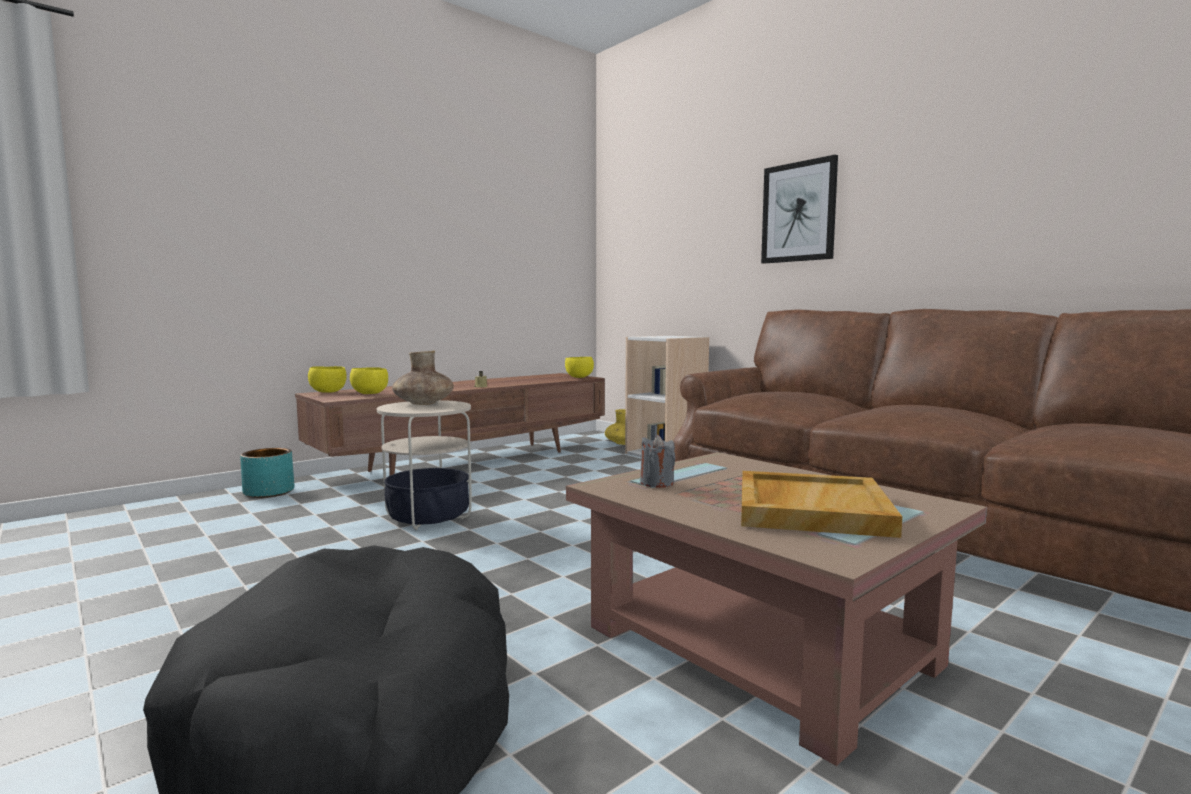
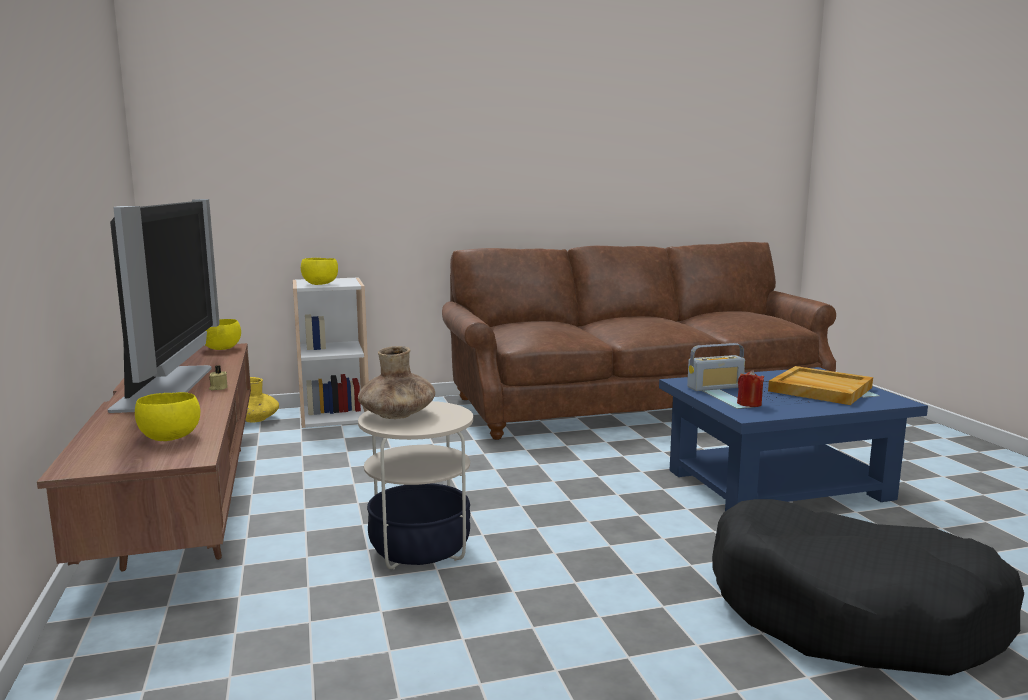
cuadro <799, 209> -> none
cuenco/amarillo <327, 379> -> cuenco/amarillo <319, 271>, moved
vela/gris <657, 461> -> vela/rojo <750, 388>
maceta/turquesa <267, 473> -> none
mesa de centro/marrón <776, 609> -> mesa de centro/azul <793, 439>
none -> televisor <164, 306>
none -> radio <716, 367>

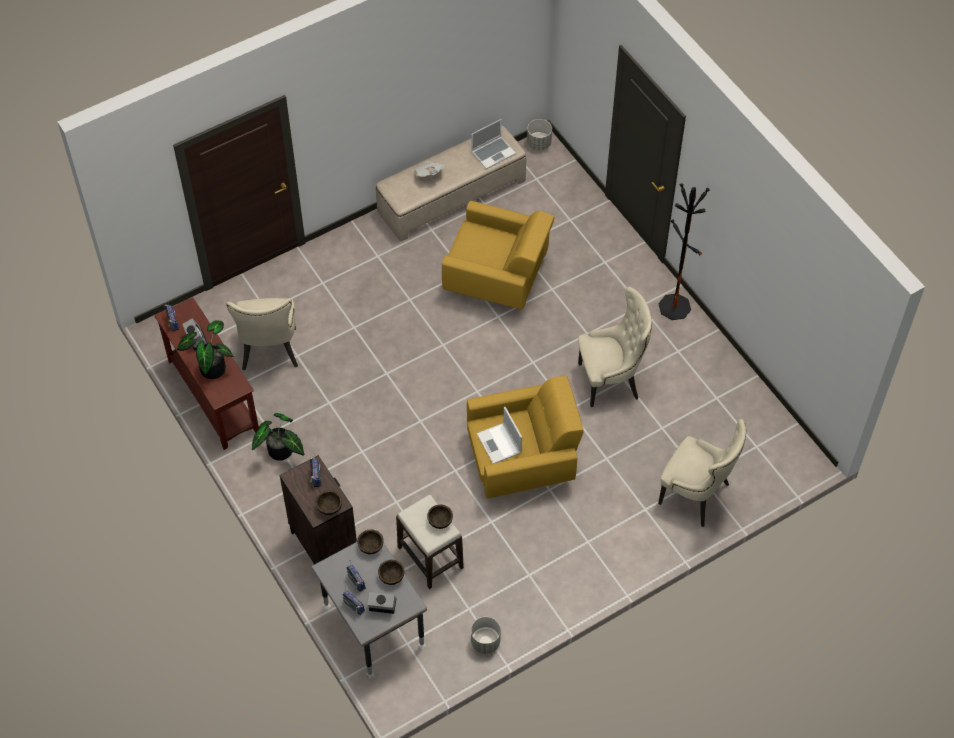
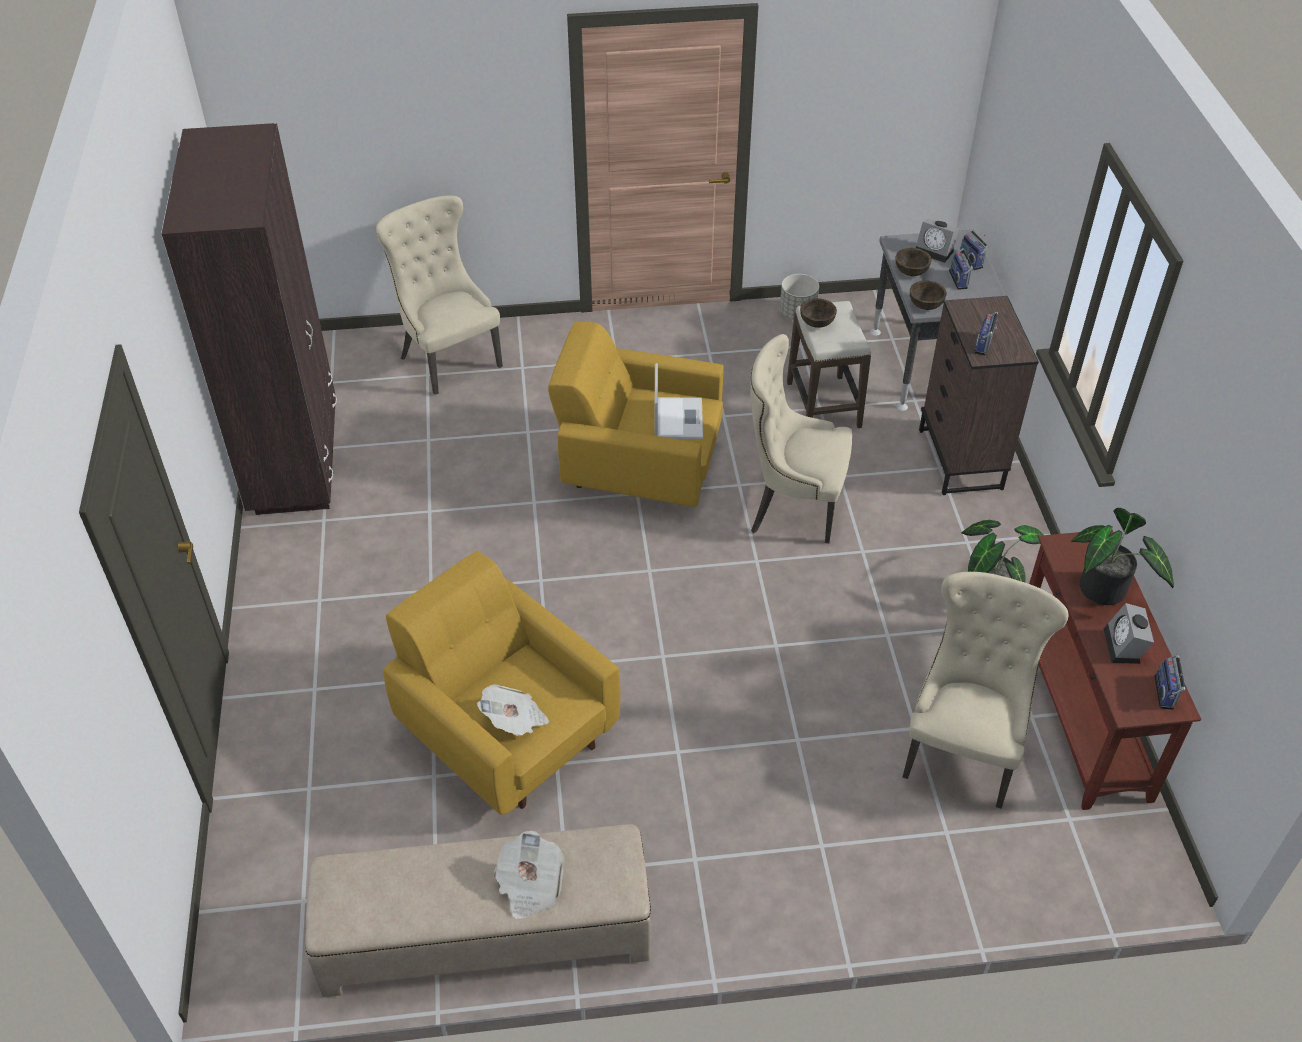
portátil <494, 144> -> none
maceta/gris <539, 135> -> none
perchero/negro <684, 251> -> none
silla/beis <615, 347> -> silla/beis <801, 439>, moved
cuenco/marrón <329, 502> -> none
none -> armario ropero/marrón <249, 319>
none -> periódico <513, 710>

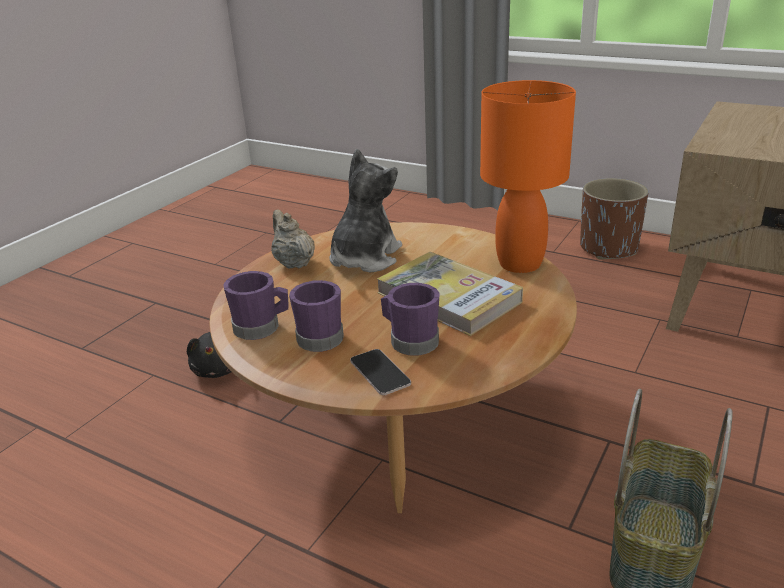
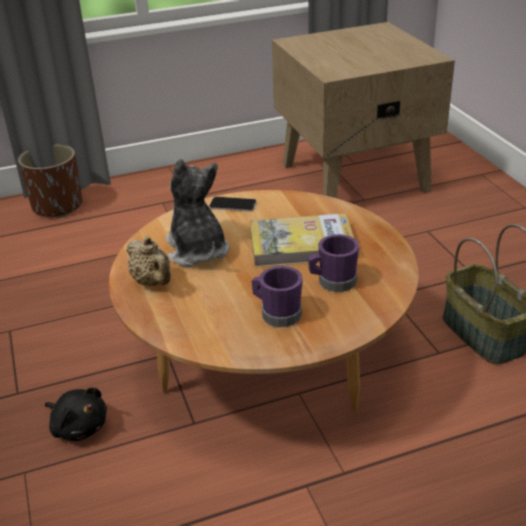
lámpara de mesa/naranja <528, 176> -> none
maceta/marrón <614, 218> -> maceta/marrón <50, 181>, moved
tetera/beis <293, 239> -> tetera/beis <149, 261>, 135 degrees counterclockwise
taza grande/morado <256, 305> -> none
móvil <380, 372> -> móvil <233, 204>, moved

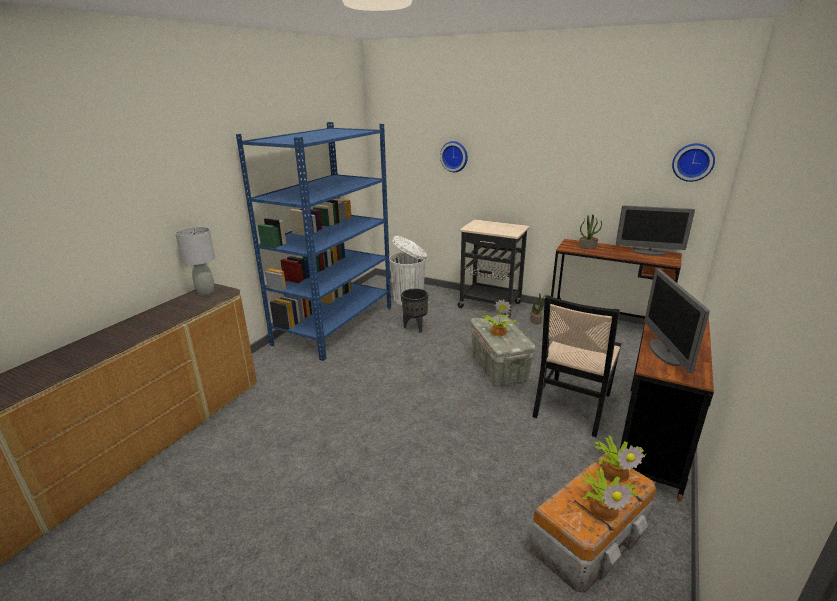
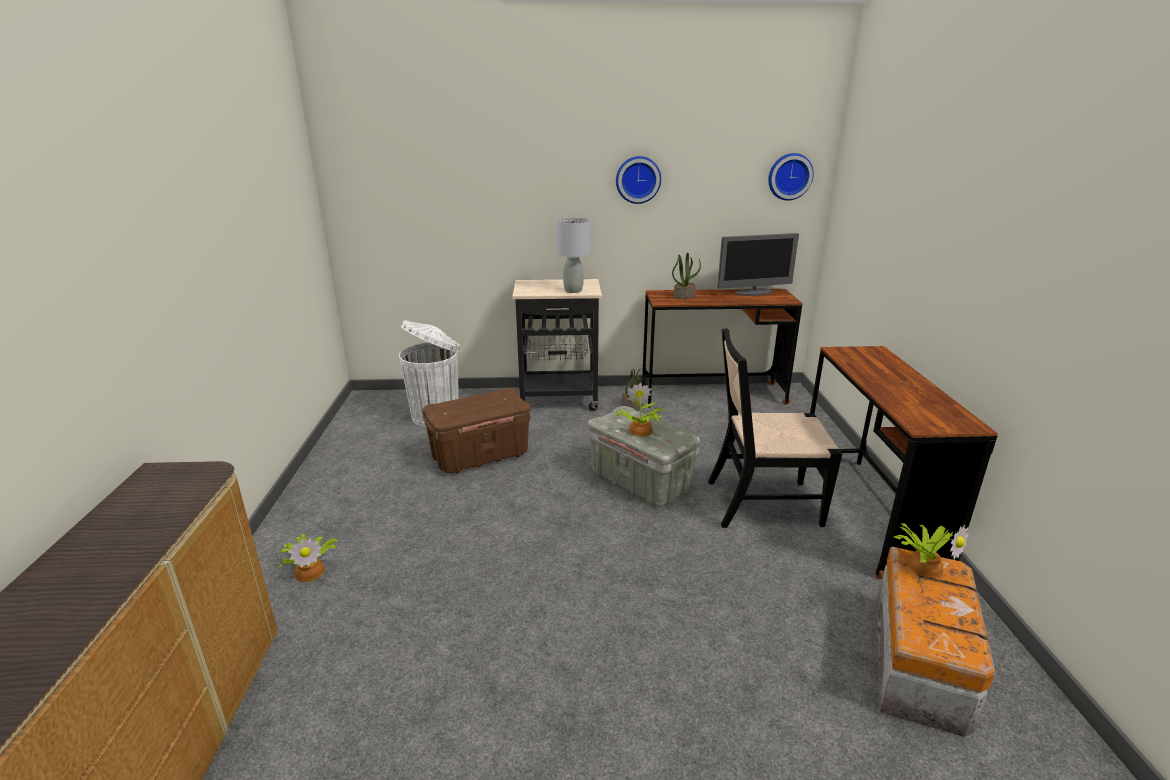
estantería/azul <313, 241> -> none
reloj de pared <454, 156> -> reloj de pared <638, 180>, moved
lámpara de mesa/gris <195, 261> -> lámpara de mesa/gris <573, 255>, moved
monitor <677, 320> -> none
maceta/negro <414, 310> -> caja de almacenaje/marrón <477, 430>
silla <577, 366> -> silla <775, 428>, 90 degrees clockwise
planta en maceta <610, 494> -> planta en maceta <308, 558>, moved

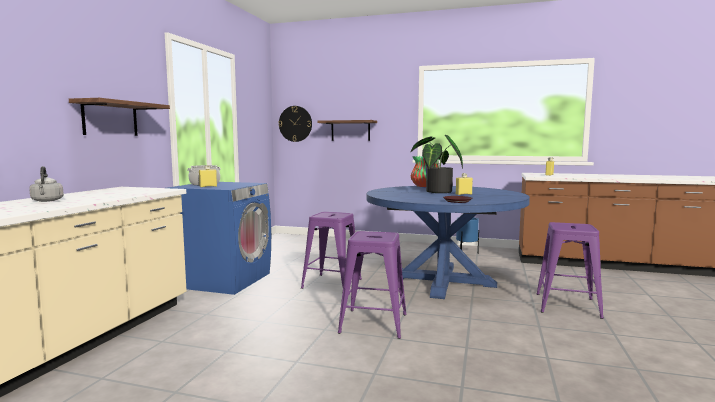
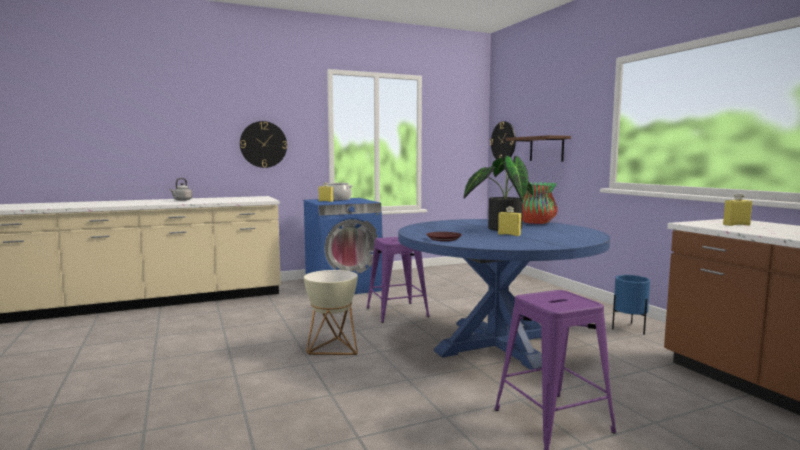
estante <119, 117> -> reloj de pared <263, 144>
taburete/morado <372, 285> -> maceta <331, 312>

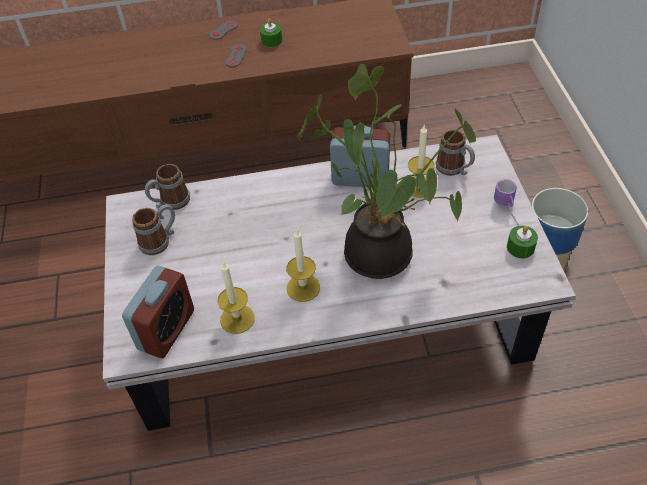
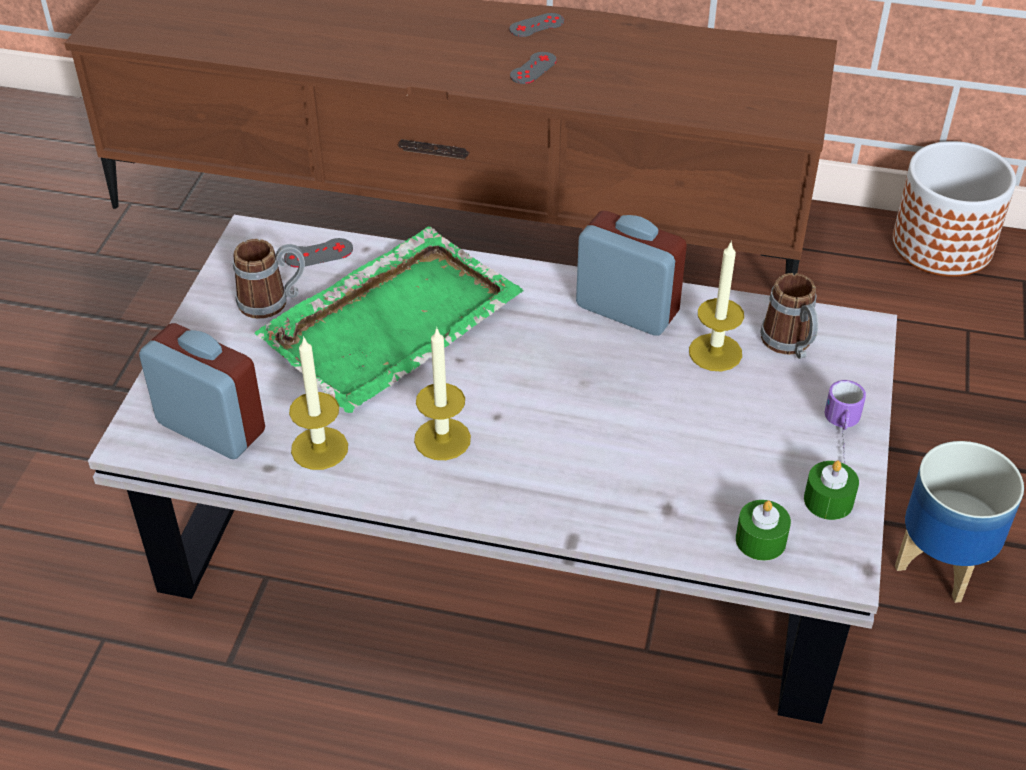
vela/verde <271, 33> -> vela/verde <763, 530>, moved
planta en maceta <386, 171> -> none
taza grande <167, 187> -> mando de consola/gris <318, 253>
despertador <158, 312> -> despertador <202, 391>, 105 degrees counterclockwise
none -> maceta <954, 209>
none -> bandeja/verde <389, 320>

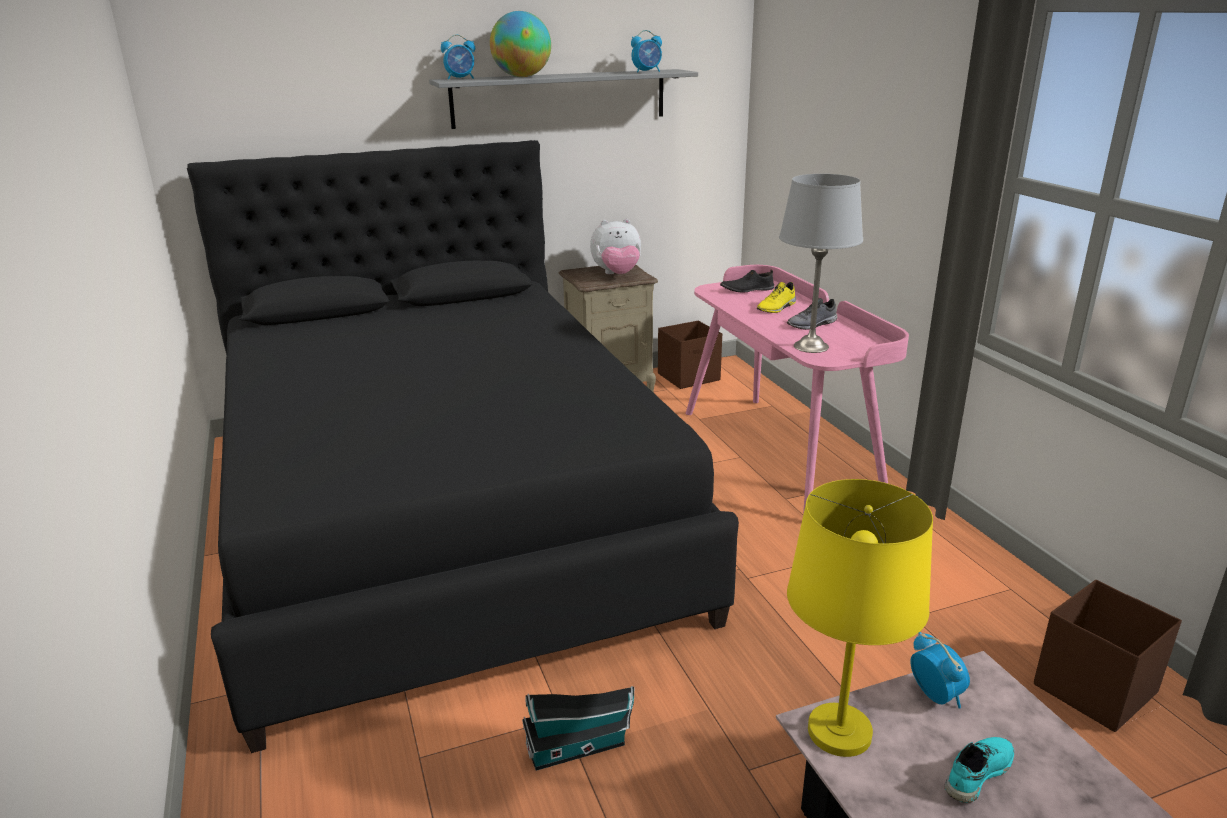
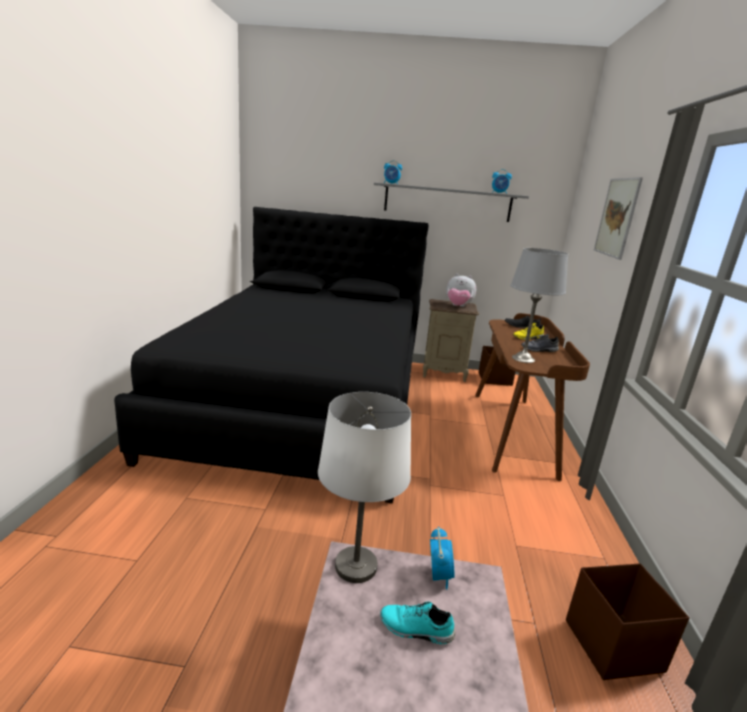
globo terráqueo <520, 44> -> none
escritorio/rosa <797, 389> -> escritorio/marrón <532, 397>
lámpara de mesa/amarillo <860, 618> -> lámpara de mesa/blanco <364, 487>
casita <578, 728> -> none
zapato/turquesa <979, 770> -> zapato/turquesa <417, 622>, 150 degrees counterclockwise
none -> cuadro <618, 218>

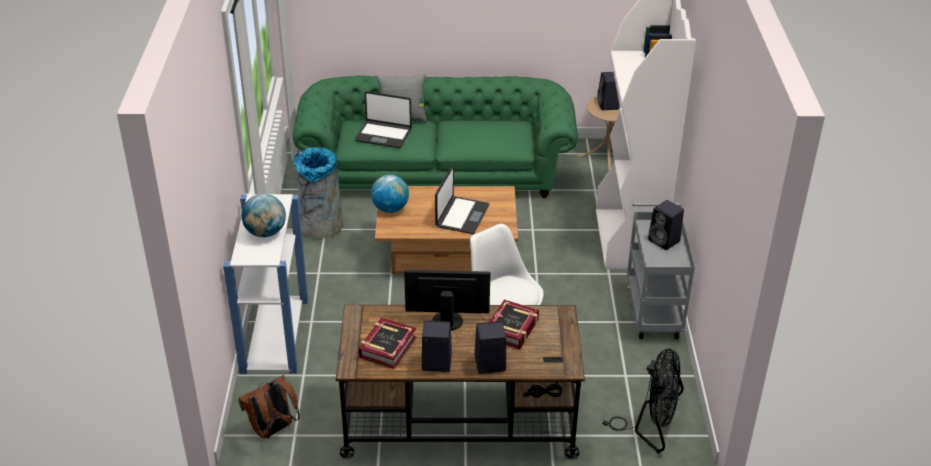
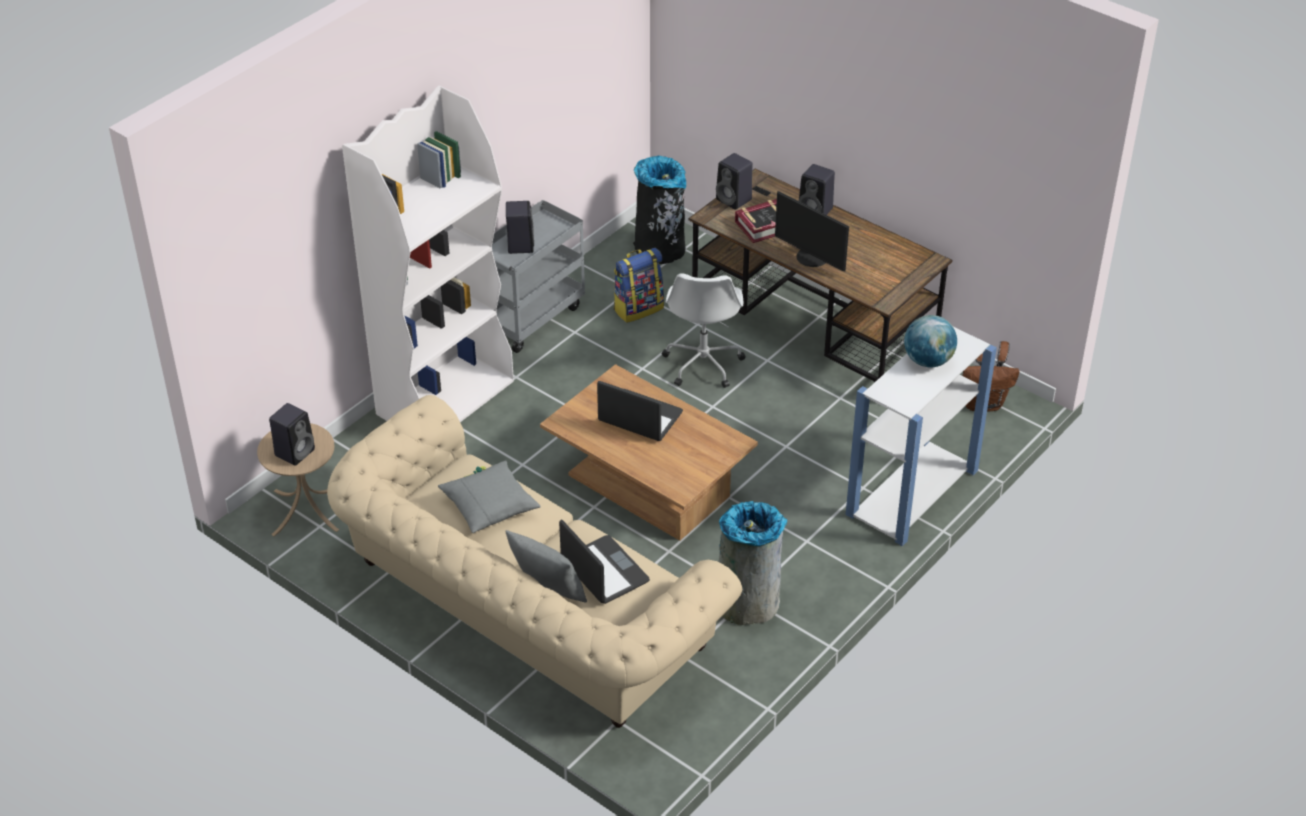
sofá/verde <435, 137> -> sofá/beis <534, 561>
portátil <462, 200> -> portátil <640, 411>, 60 degrees clockwise
globo terráqueo <390, 194> -> none
libro <387, 343> -> none
altavoz/negro <437, 346> -> altavoz/negro <734, 181>, moved
ventilador/negro <642, 401> -> papelera/negro <659, 210>
none -> mochila <639, 285>
none -> cojín/gris <489, 497>

